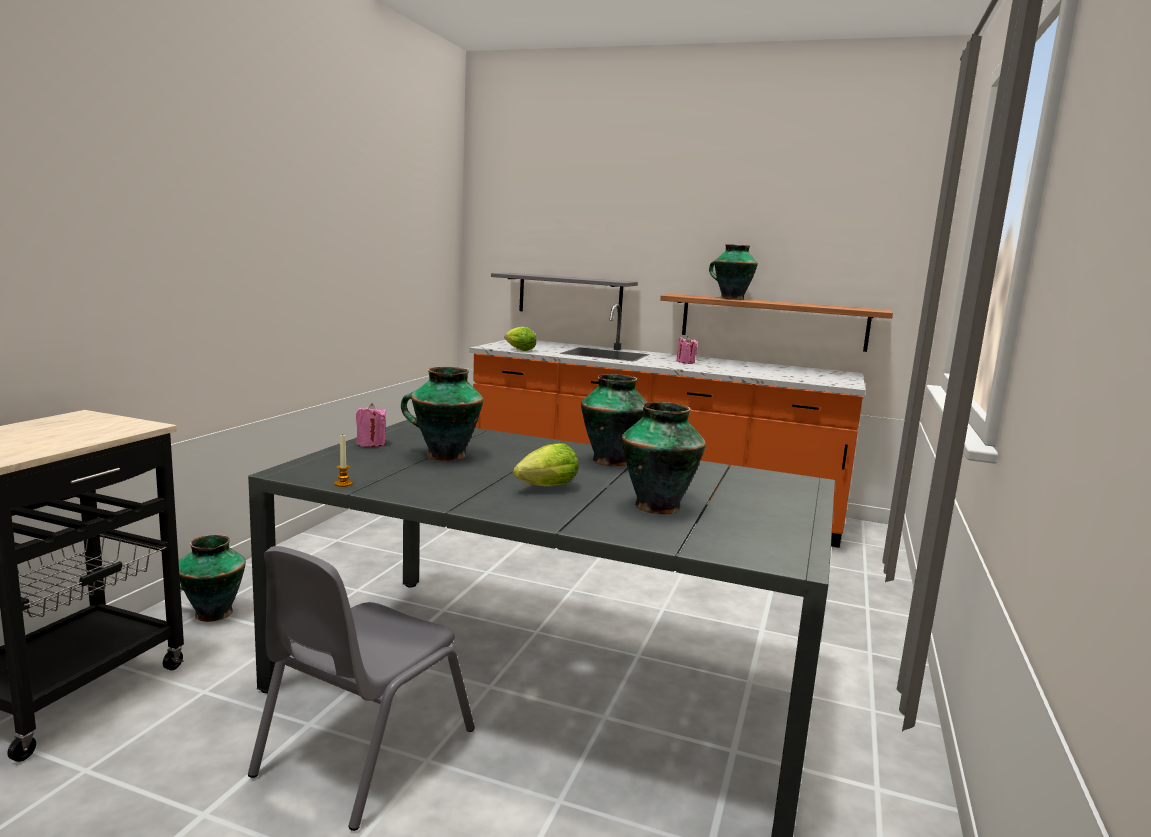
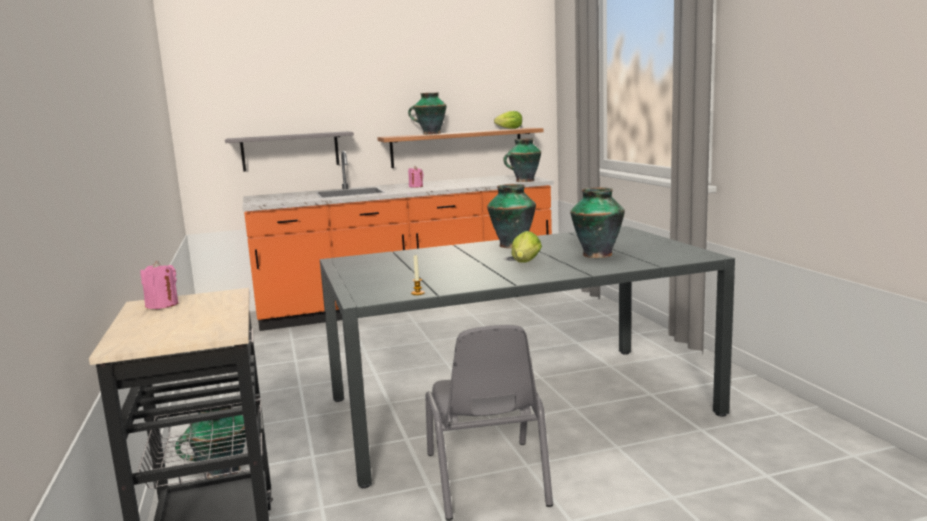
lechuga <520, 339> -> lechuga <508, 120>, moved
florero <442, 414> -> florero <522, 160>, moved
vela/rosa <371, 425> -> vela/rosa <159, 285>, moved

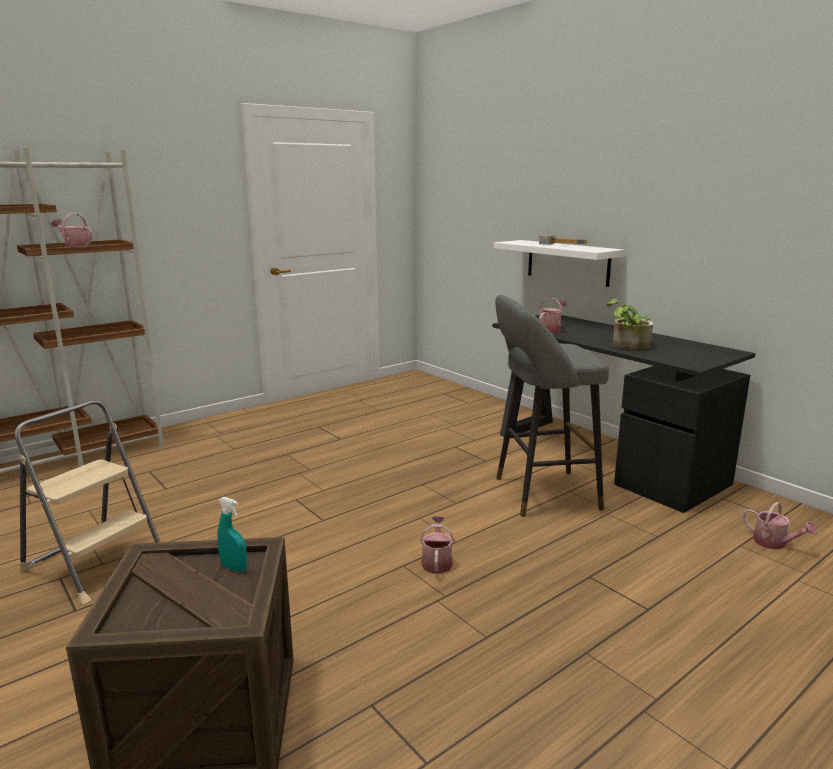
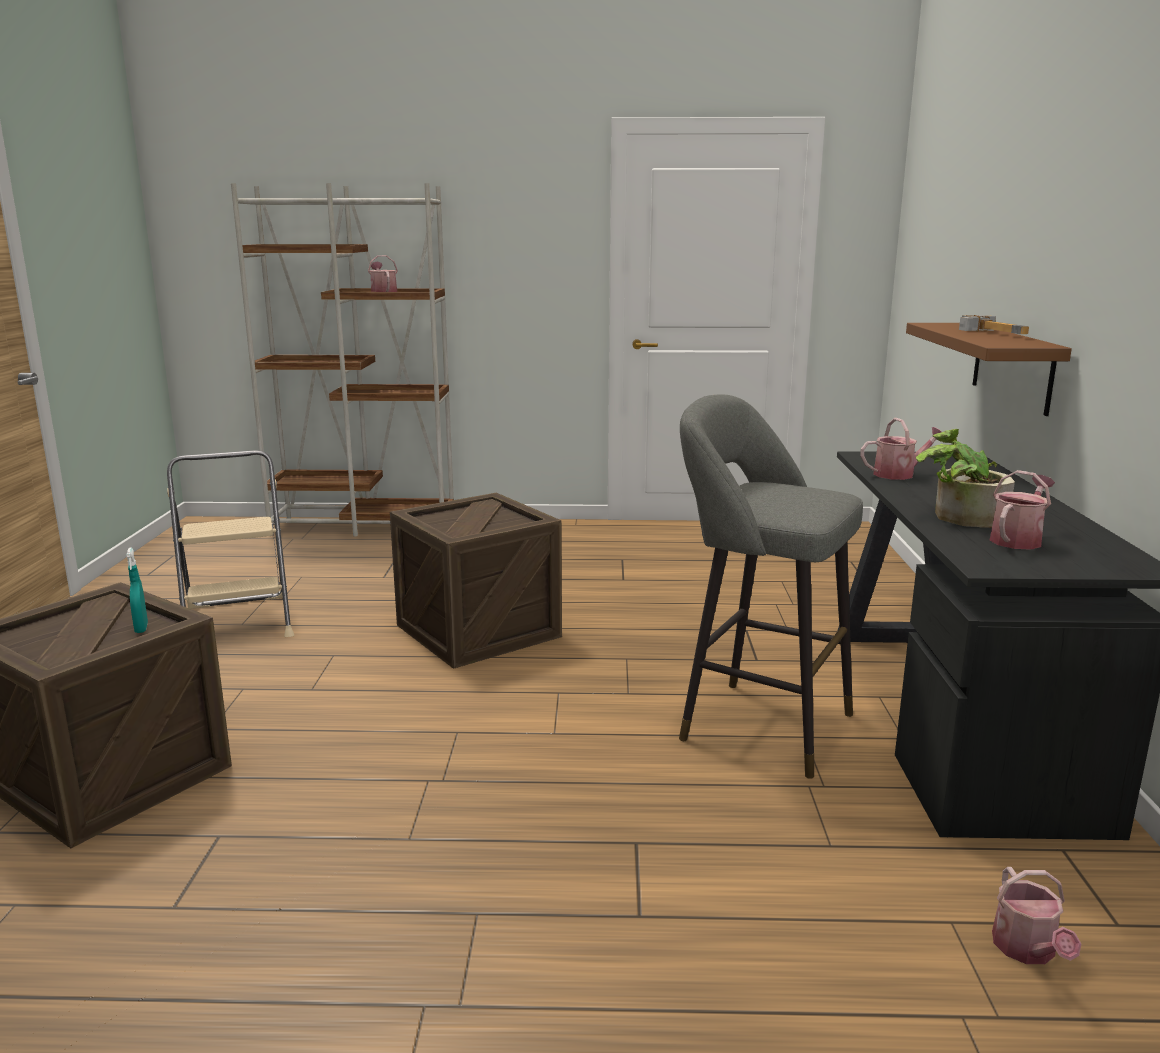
estante/blanco <559, 263> -> estante/marrón <989, 369>
regadera <437, 545> -> regadera <1022, 510>, moved
none -> caja de embalaje <476, 581>

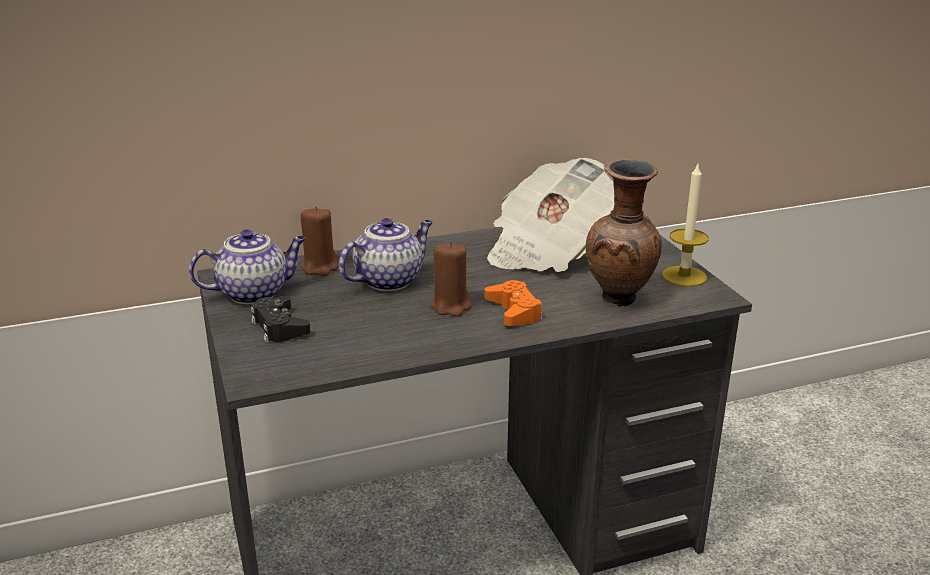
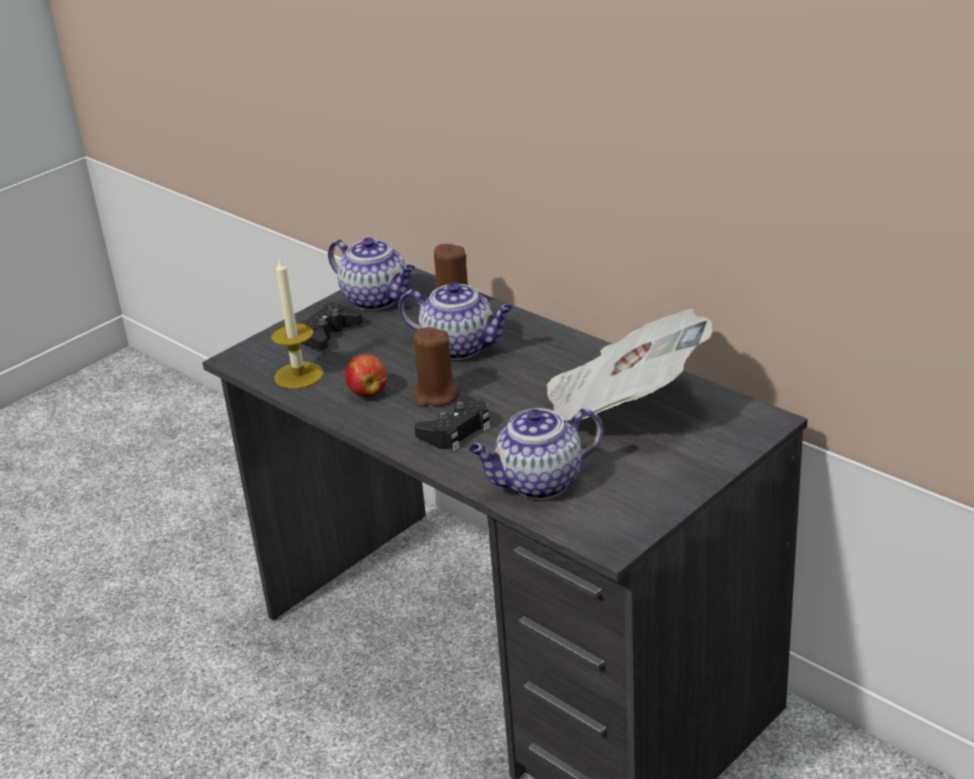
florero/marrón <624, 233> -> tetera <535, 453>
vela <685, 225> -> vela <297, 322>, moved
mando de consola/naranja <514, 303> -> mando de consola/negro <452, 423>
none -> manzana <366, 375>

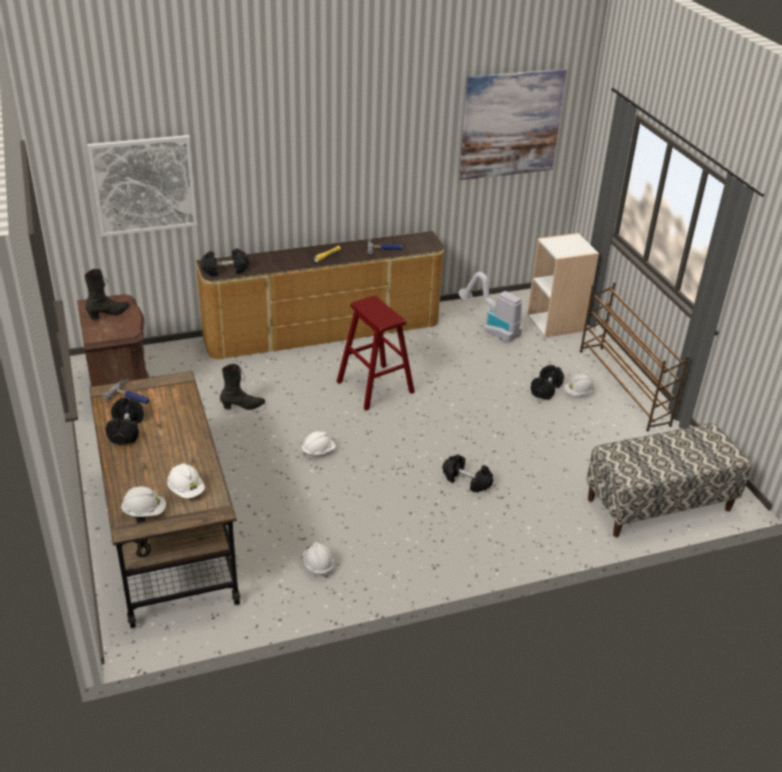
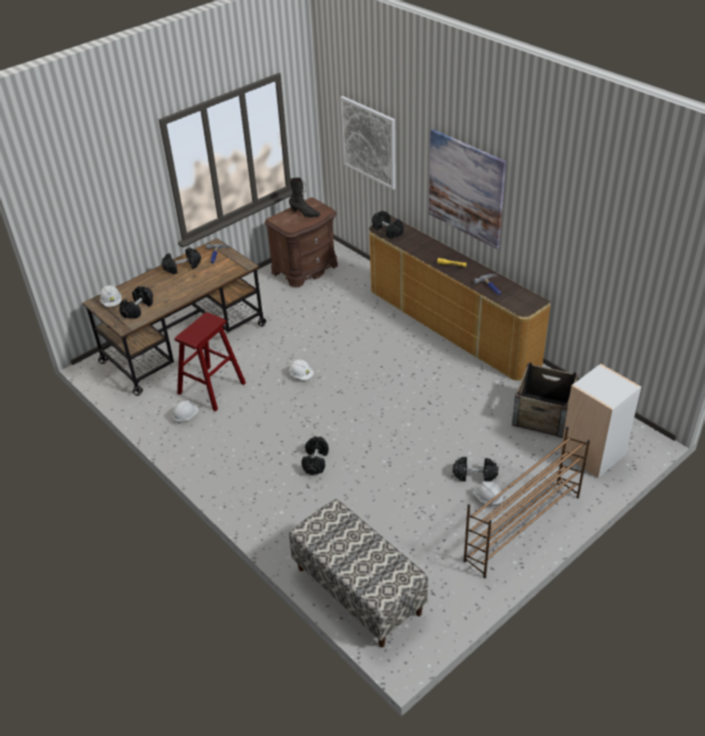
cuadro <513, 124> -> cuadro <467, 189>, moved
aspiradora <490, 307> -> caja de embalaje <545, 400>
taburete/rojo <376, 353> -> taburete/rojo <210, 361>, moved
bota/negro <243, 387> -> none
casco/blanco <186, 480> -> mancuerna/negro <136, 302>

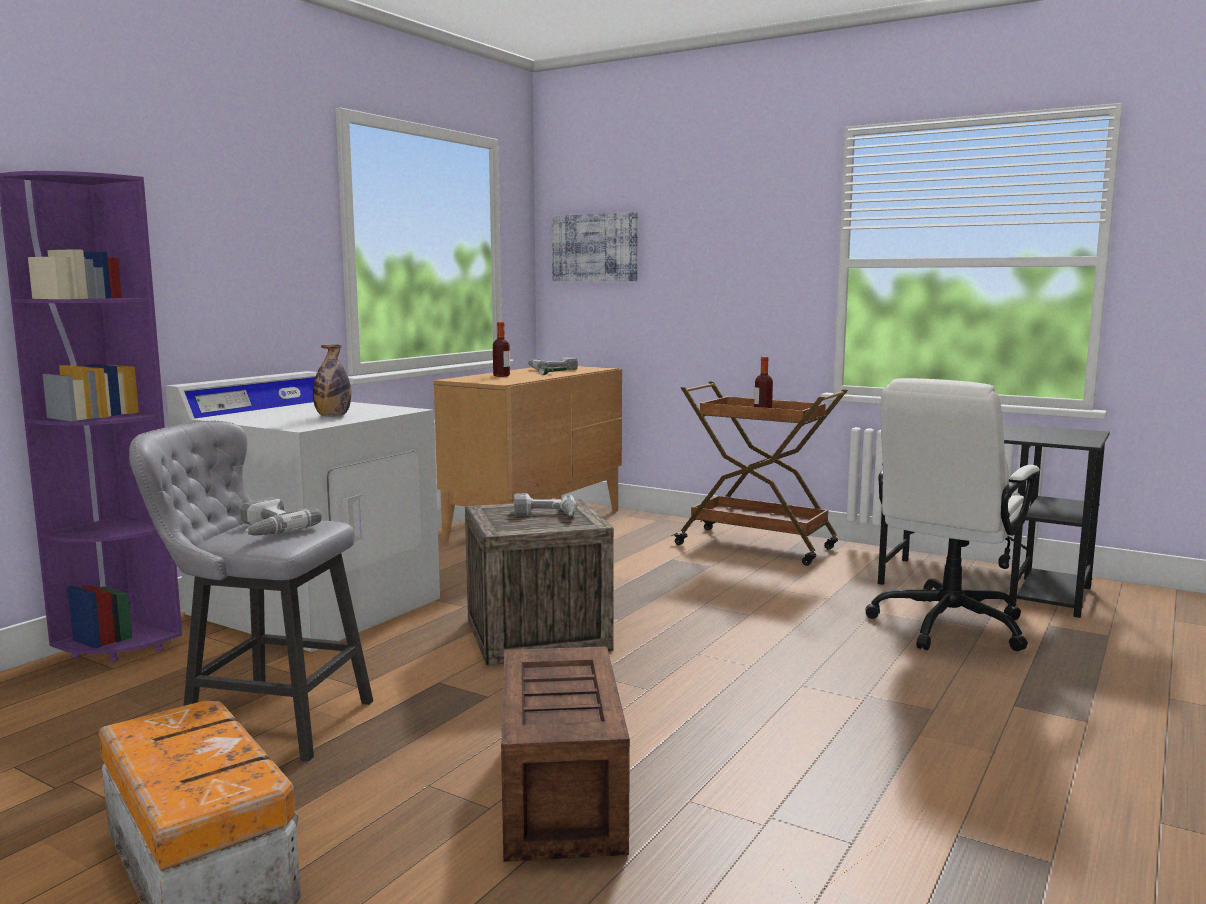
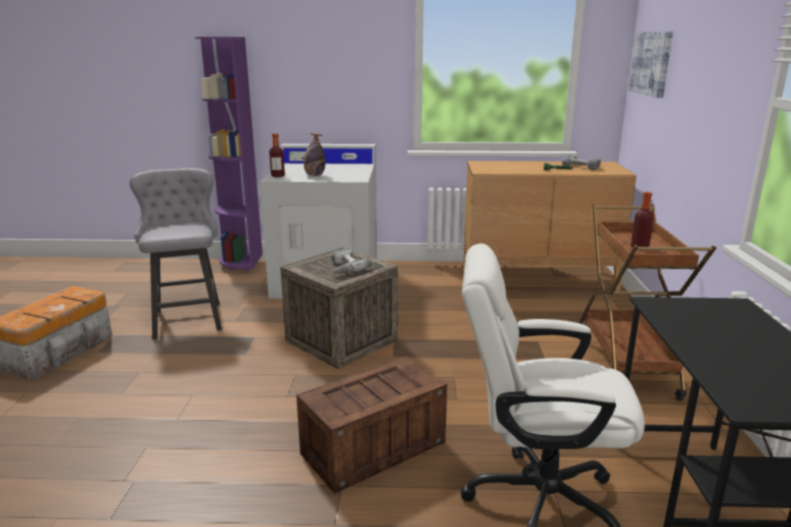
botella <501, 349> -> botella <277, 155>, moved
taladro <281, 516> -> none
caja de embalaje <565, 754> -> caja de embalaje <371, 425>, moved

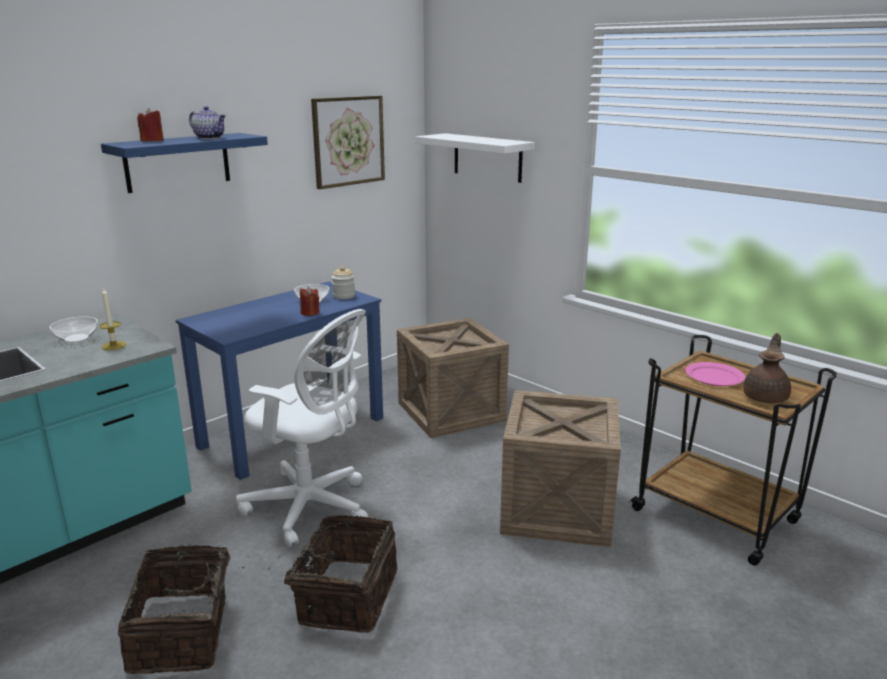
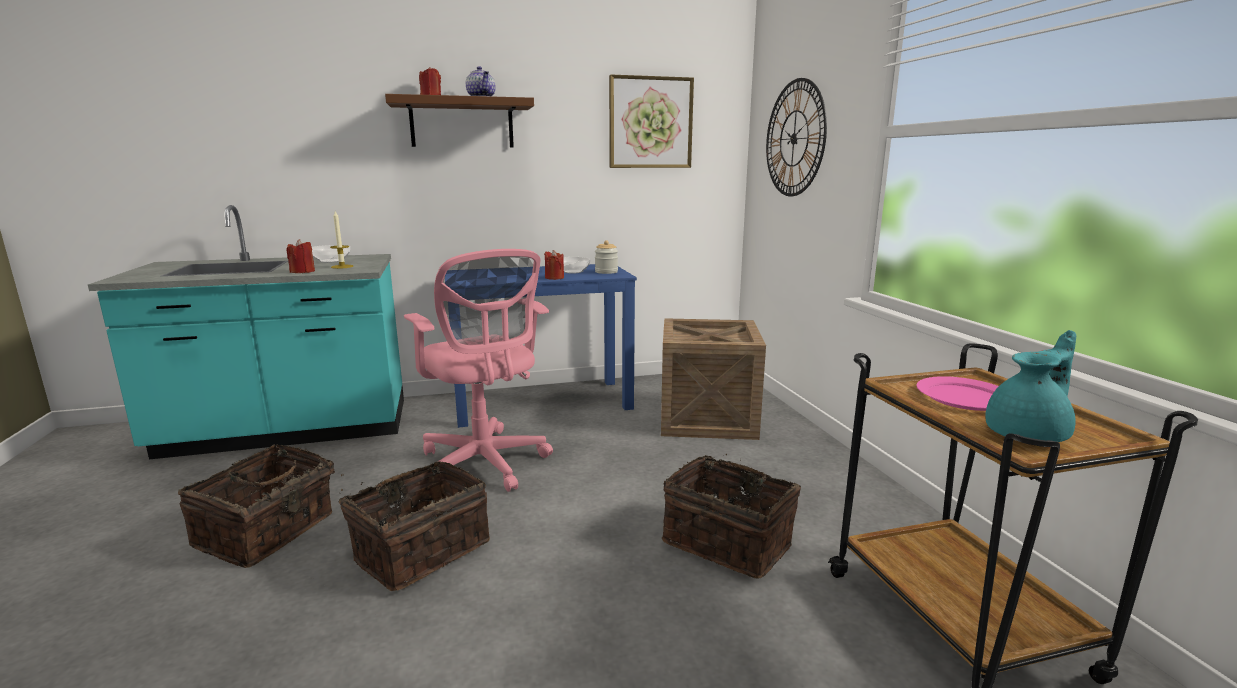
estante/azul <184, 163> -> estante/marrón <459, 120>
estante/blanco <475, 158> -> reloj de pared <796, 137>
silla de oficina/blanco <302, 428> -> silla de oficina/rosa <478, 370>
tetera/marrón <767, 368> -> tetera/turquesa <1030, 386>
caja de embalaje <560, 468> -> cesta <731, 516>
none -> vela/rojo <301, 256>

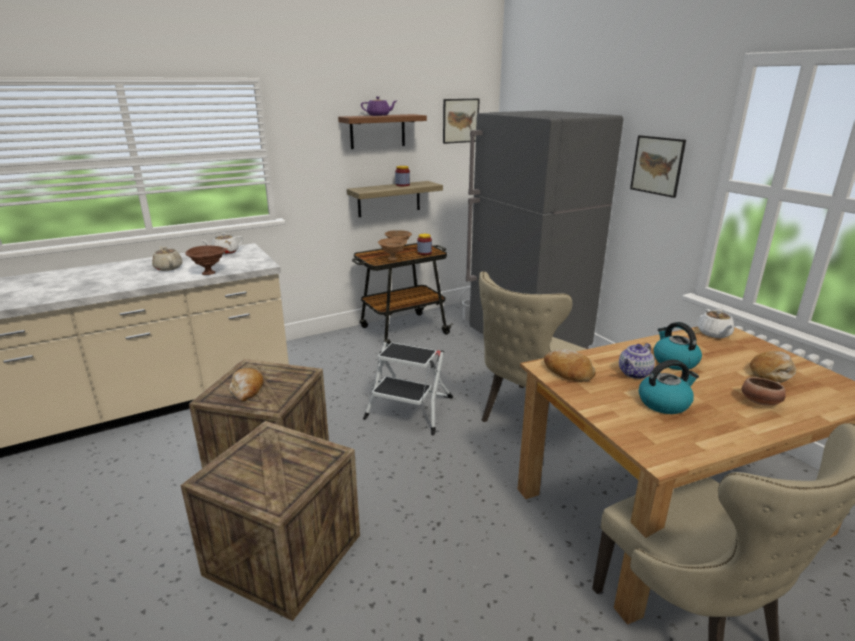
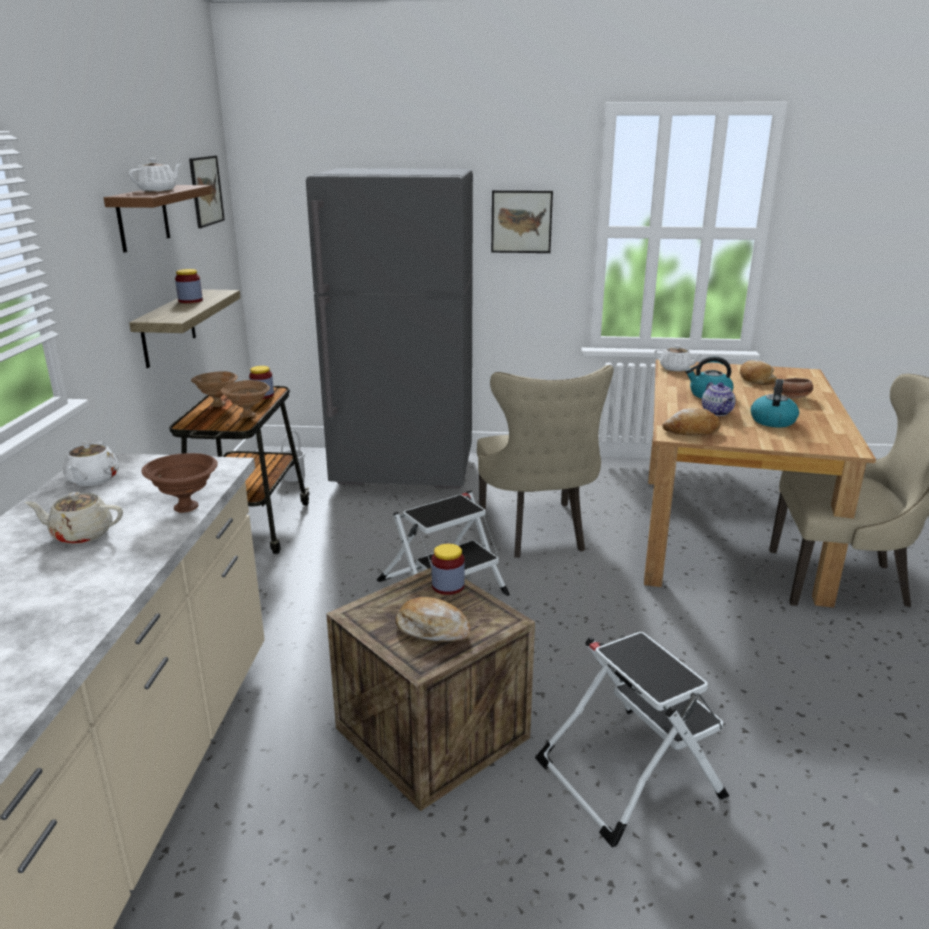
tetera/morado <379, 106> -> tetera/blanco <154, 175>
caja de embalaje <270, 521> -> escalera de tijera <632, 739>
none -> tarro <448, 569>

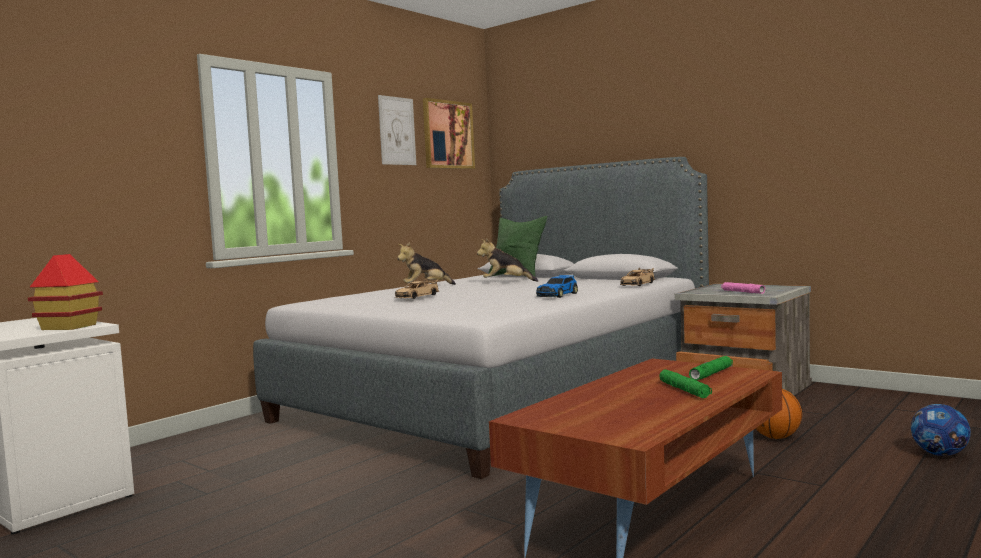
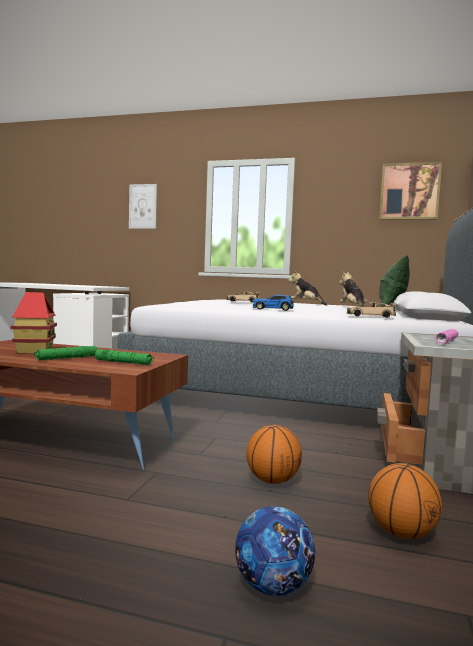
cuadro <397, 130> -> cuadro <143, 206>, moved
casita <65, 292> -> casita <33, 322>, moved
none -> balón de baloncesto <405, 501>

